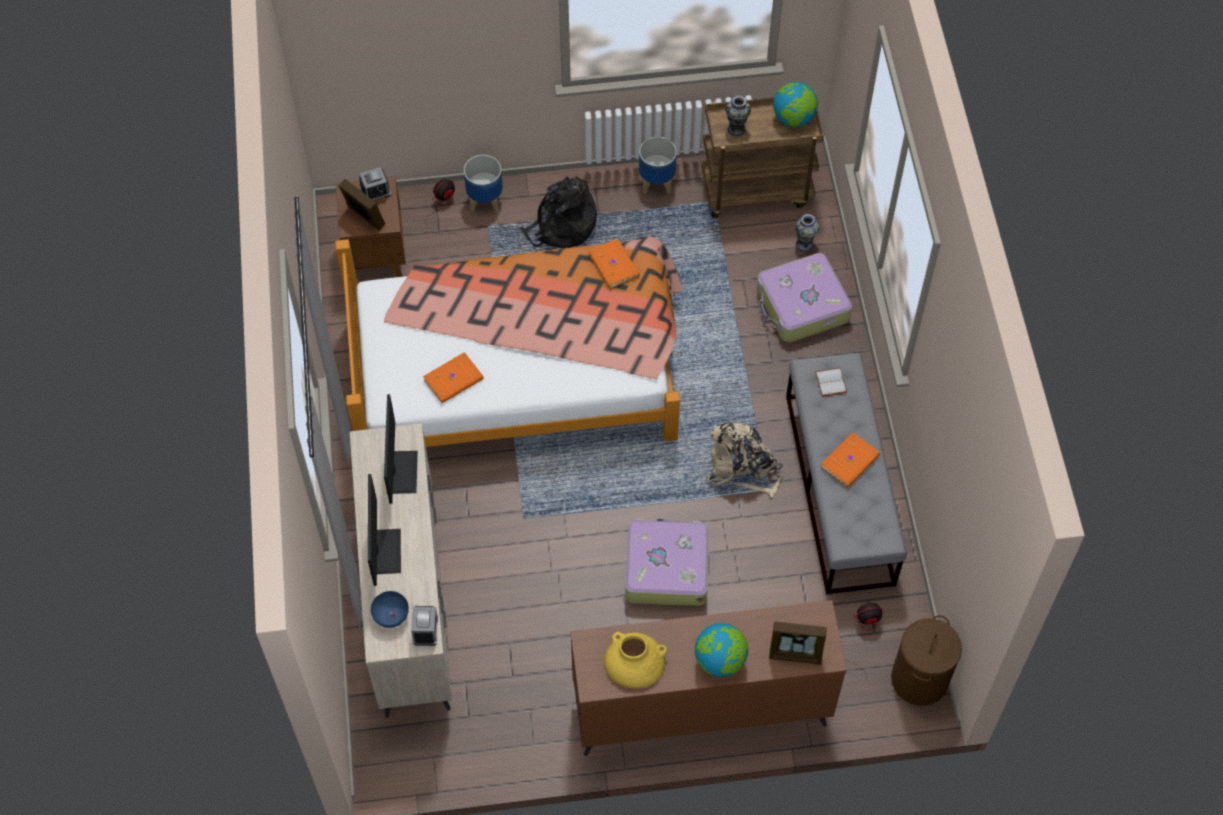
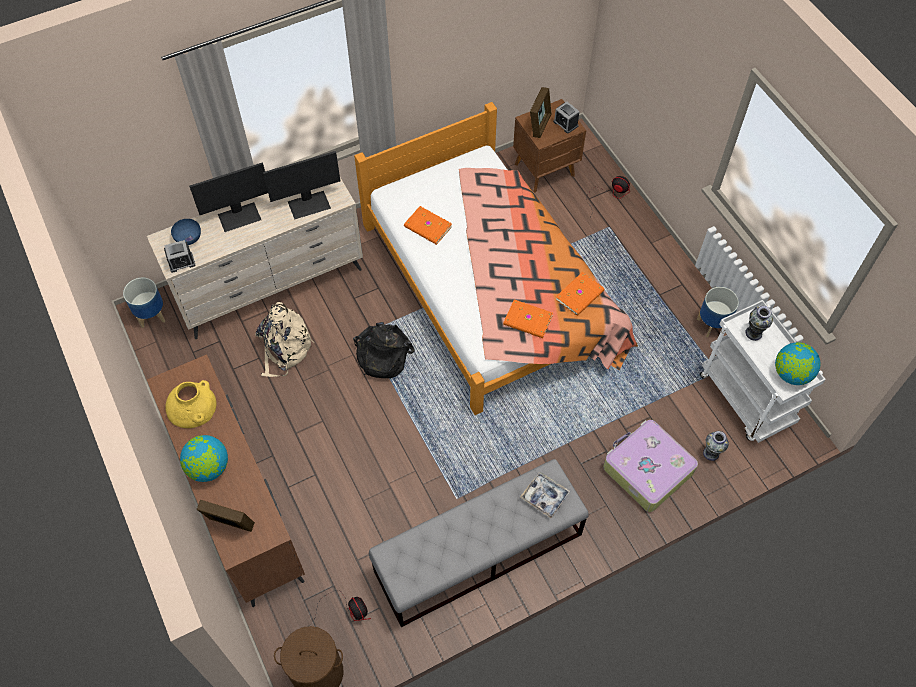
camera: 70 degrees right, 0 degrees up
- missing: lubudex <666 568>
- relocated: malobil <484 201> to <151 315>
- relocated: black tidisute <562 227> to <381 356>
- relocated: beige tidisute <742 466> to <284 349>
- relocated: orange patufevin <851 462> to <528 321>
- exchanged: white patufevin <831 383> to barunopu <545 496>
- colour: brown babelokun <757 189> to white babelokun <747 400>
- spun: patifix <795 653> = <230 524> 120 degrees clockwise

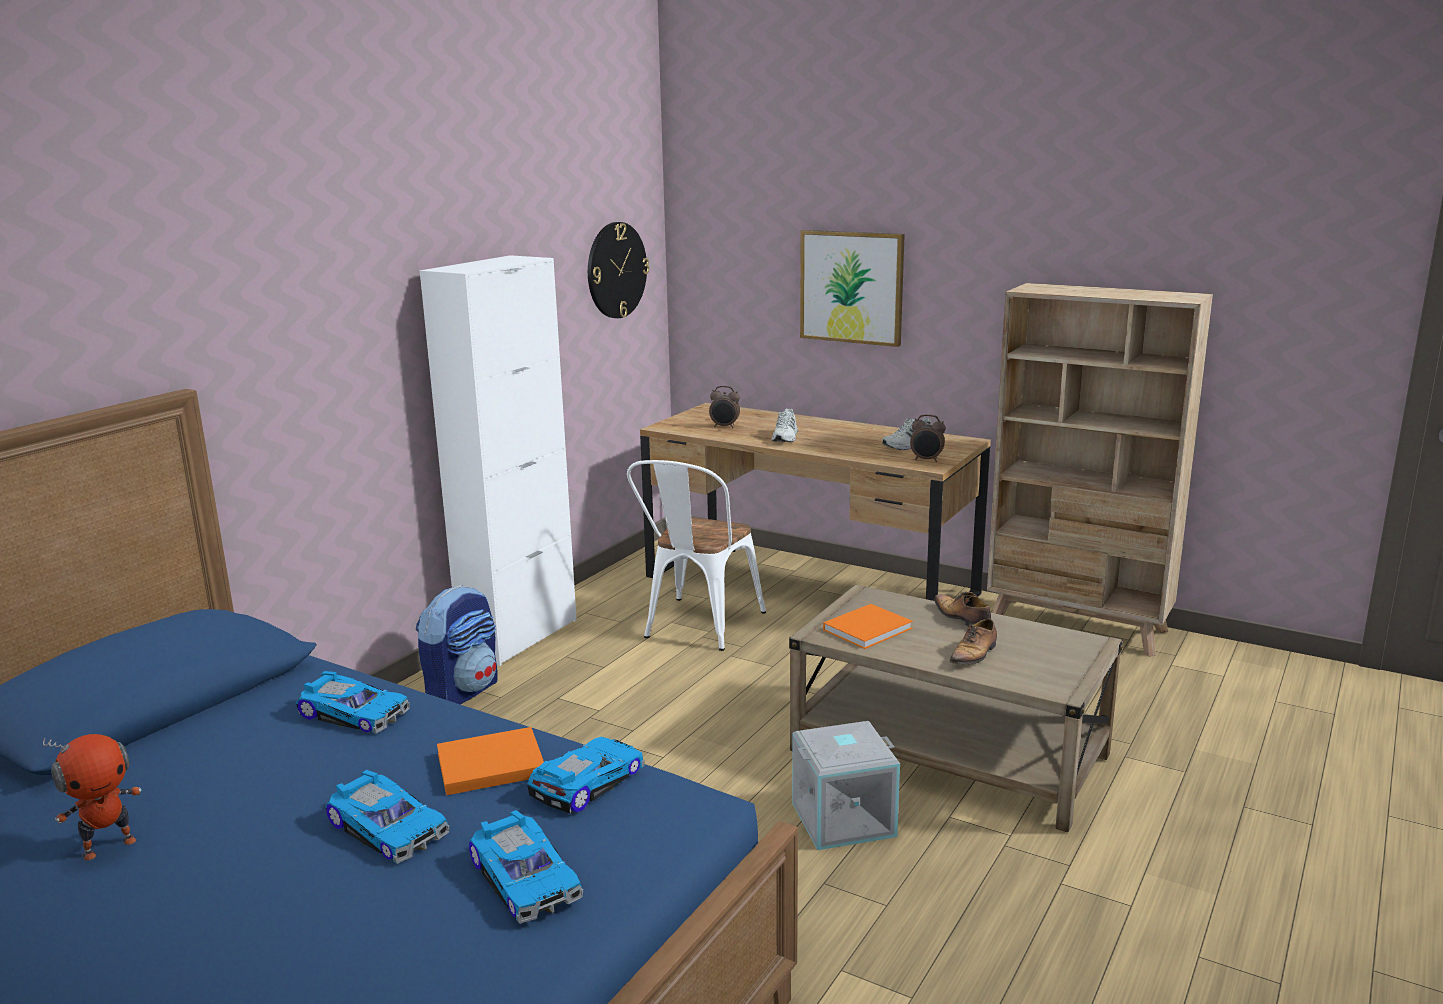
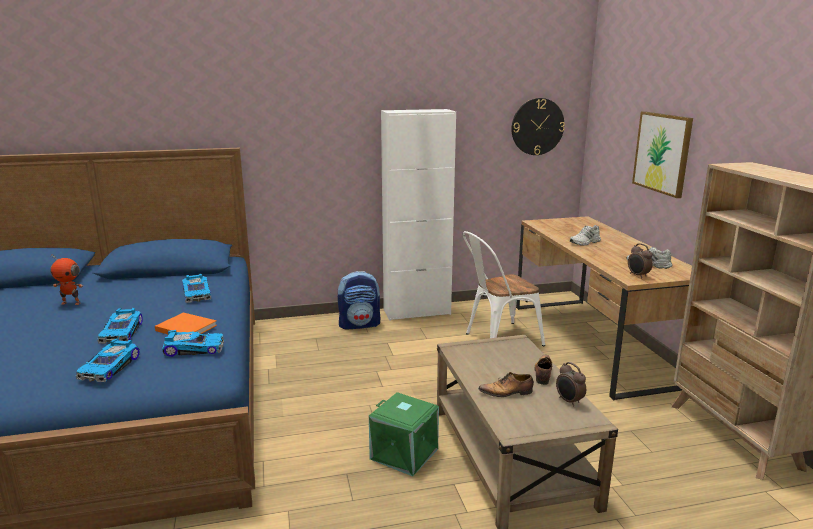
camera: 45 degrees right, 0 degrees up
- missing: orange patufevin <869 628>
- relocated: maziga <724 427> to <569 401>
- colour: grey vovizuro <843 818> to green vovizuro <405 453>

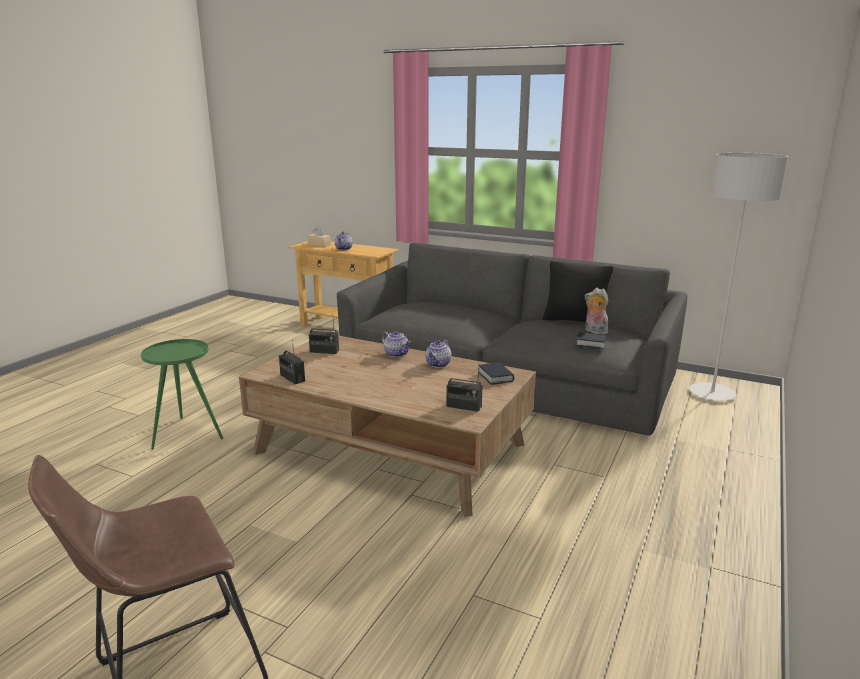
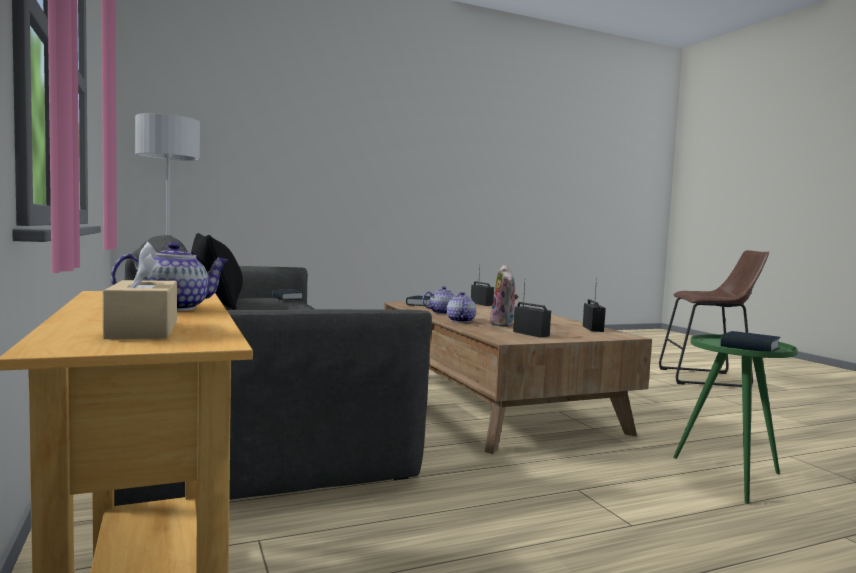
camera: 140 degrees left, 15 degrees down
- appeared: patufevin <749 348>
- relocated: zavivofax <594 331> to <504 324>

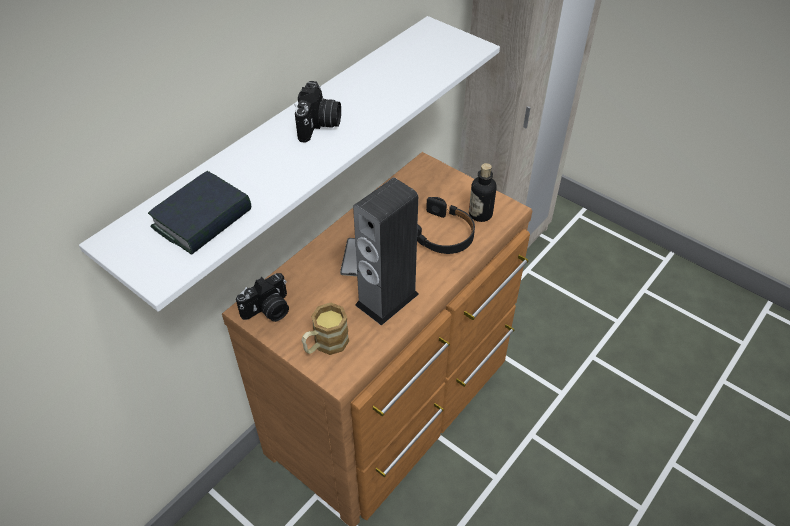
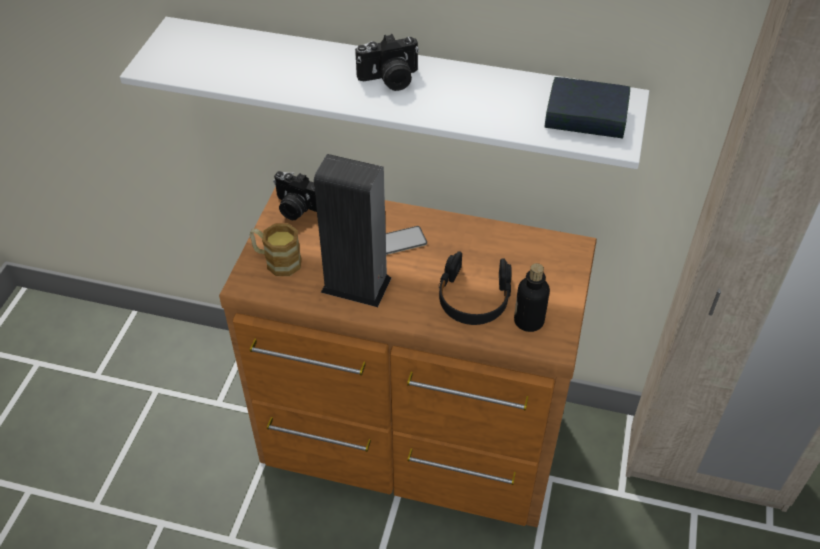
camera: 65 degrees right, 0 degrees up
- relocated: patufevin <203 219> to <586 116>

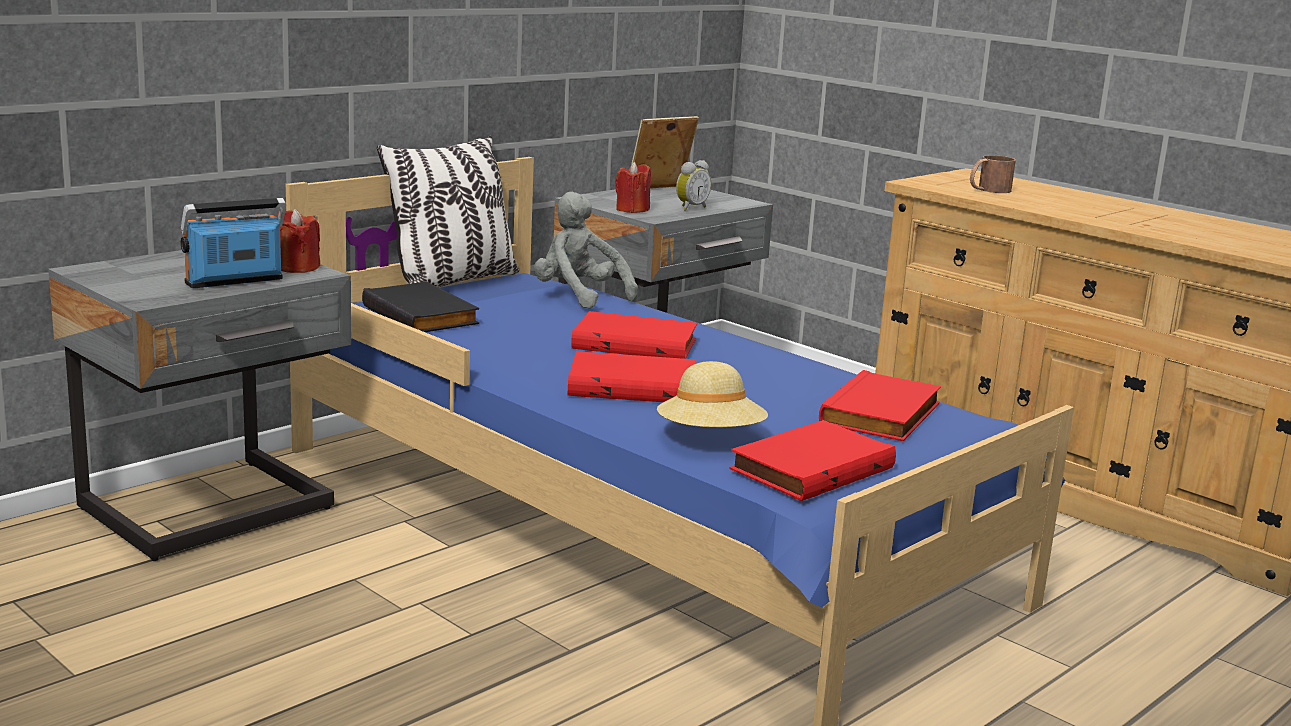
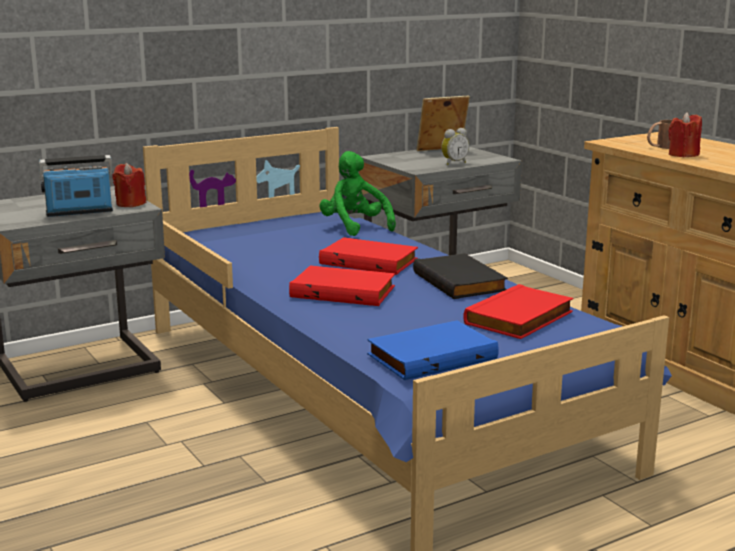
camera: 15 degrees right, 0 degrees up
- missing: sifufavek <452 283>
- missing: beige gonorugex <710 438>
- relocated: black patufevin <423 315> to <461 281>
- relocated: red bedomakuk <632 210> to <683 155>
- colour: grey zavivofax <578 296> to green zavivofax <354 227>
- colour: red patufevin <810 467> to blue patufevin <431 356>

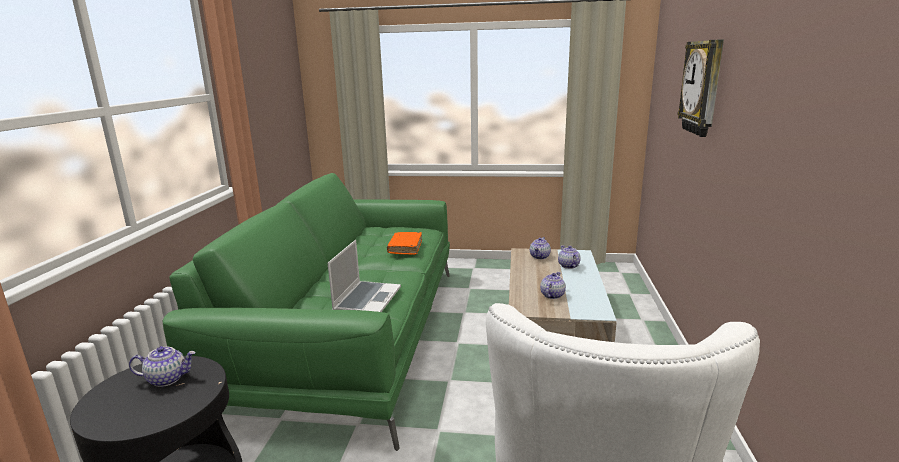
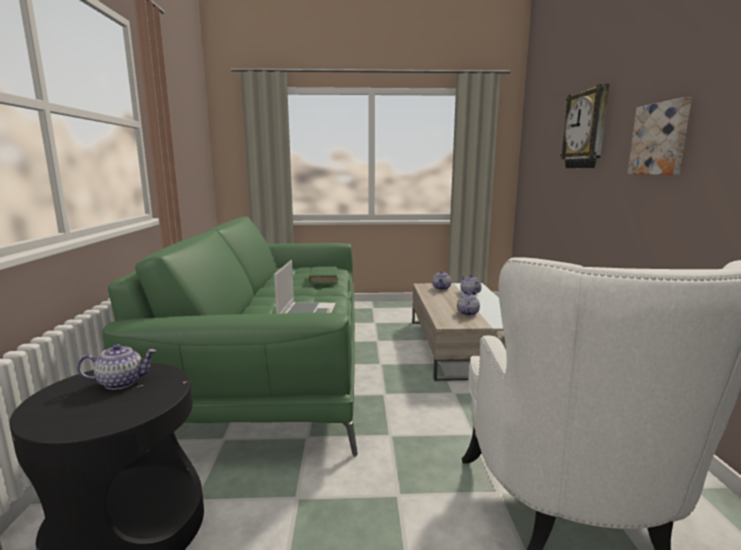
camera: 10 degrees left, 5 degrees down
- appeared: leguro <660 139>
- colour: orange patufevin <405 248> to green patufevin <323 280>

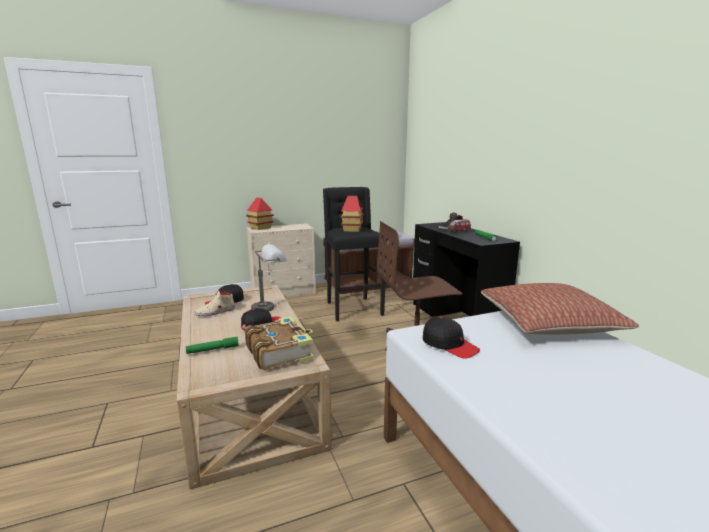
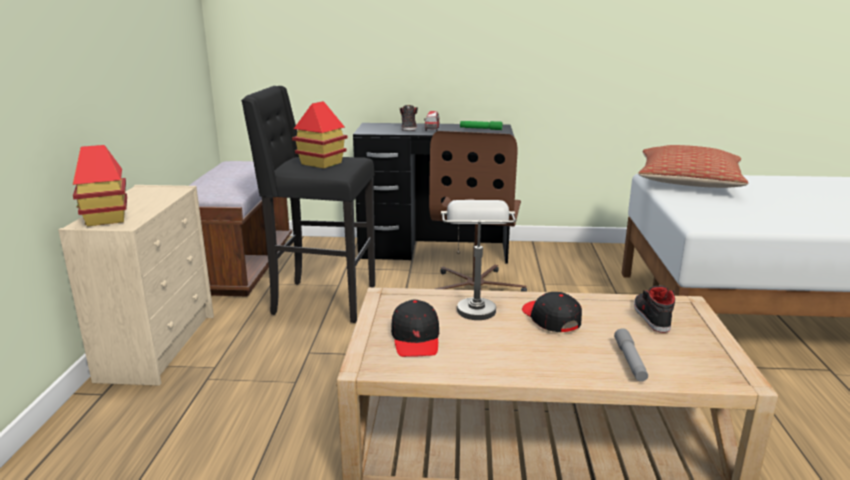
camera: 65 degrees left, 5 degrees up
- missing: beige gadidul <215 312>
- missing: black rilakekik <449 345>
- exchanged: patufevin <279 352> to black gadidul <650 316>
- colour: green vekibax <213 350> to grey vekibax <630 361>

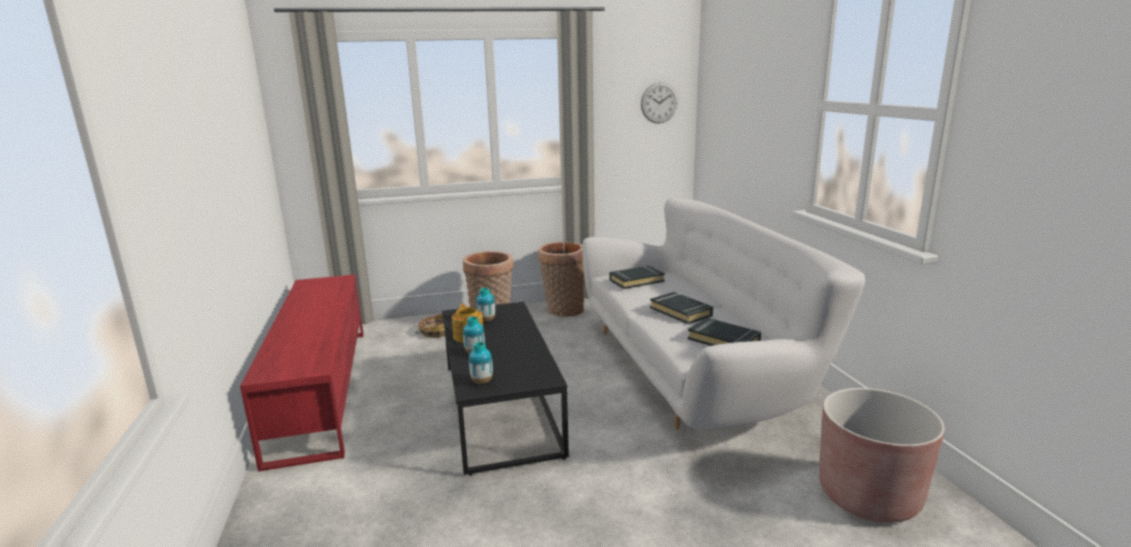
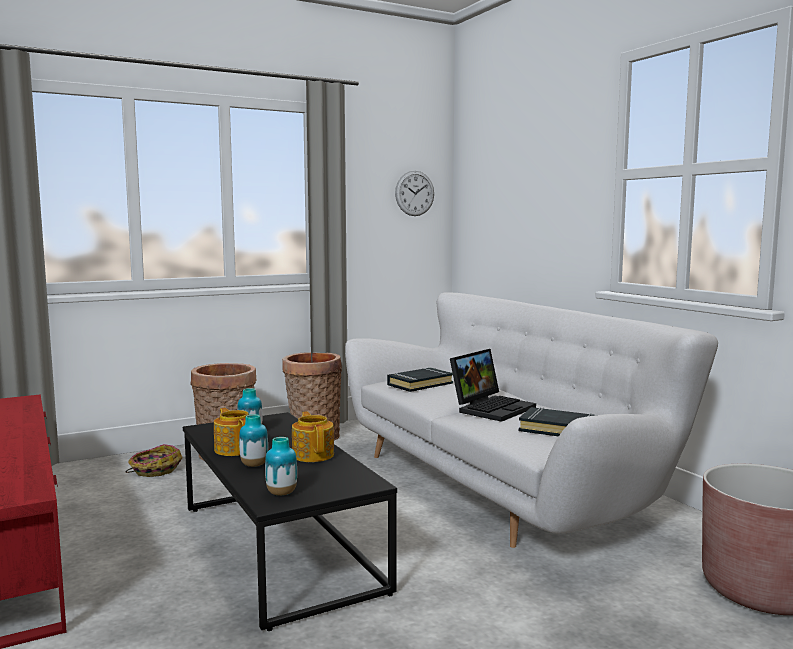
camera: 15 degrees left, 10 degrees down
- appeared: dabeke <313 455>
- exchanged: black patufevin <681 312> to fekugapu <492 408>

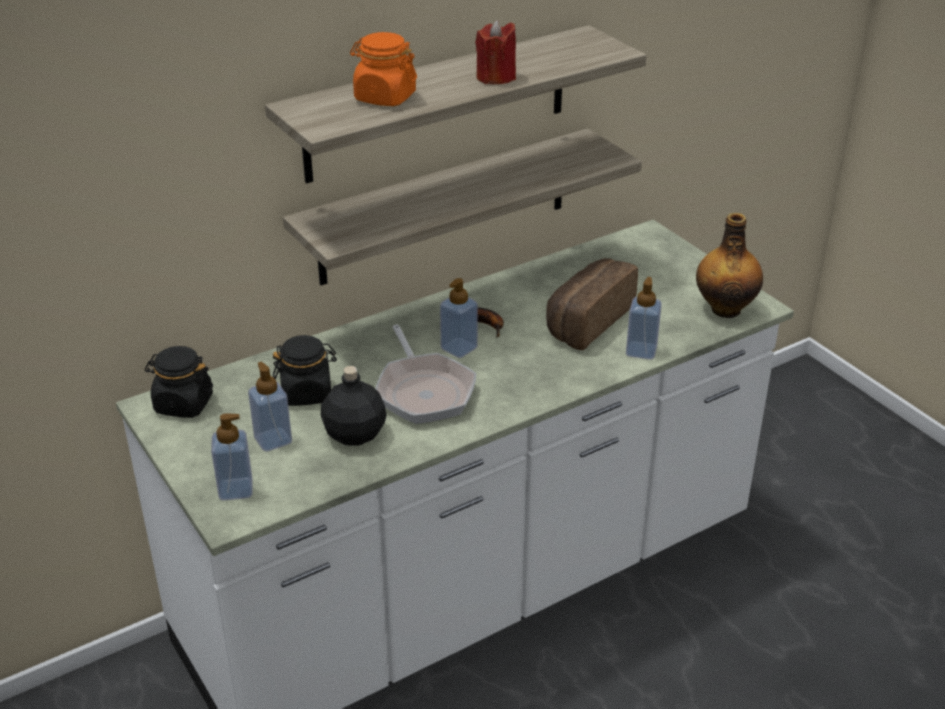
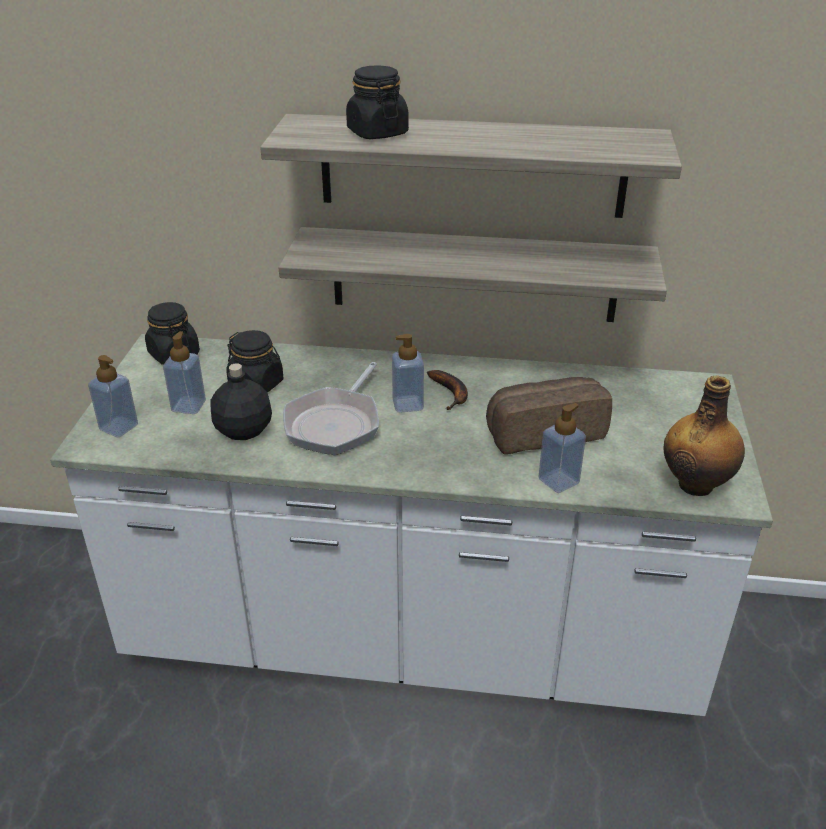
camera: 40 degrees right, 0 degrees up
- missing: red bedomakuk <496 77>
- colour: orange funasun <384 97> to black funasun <377 133>

